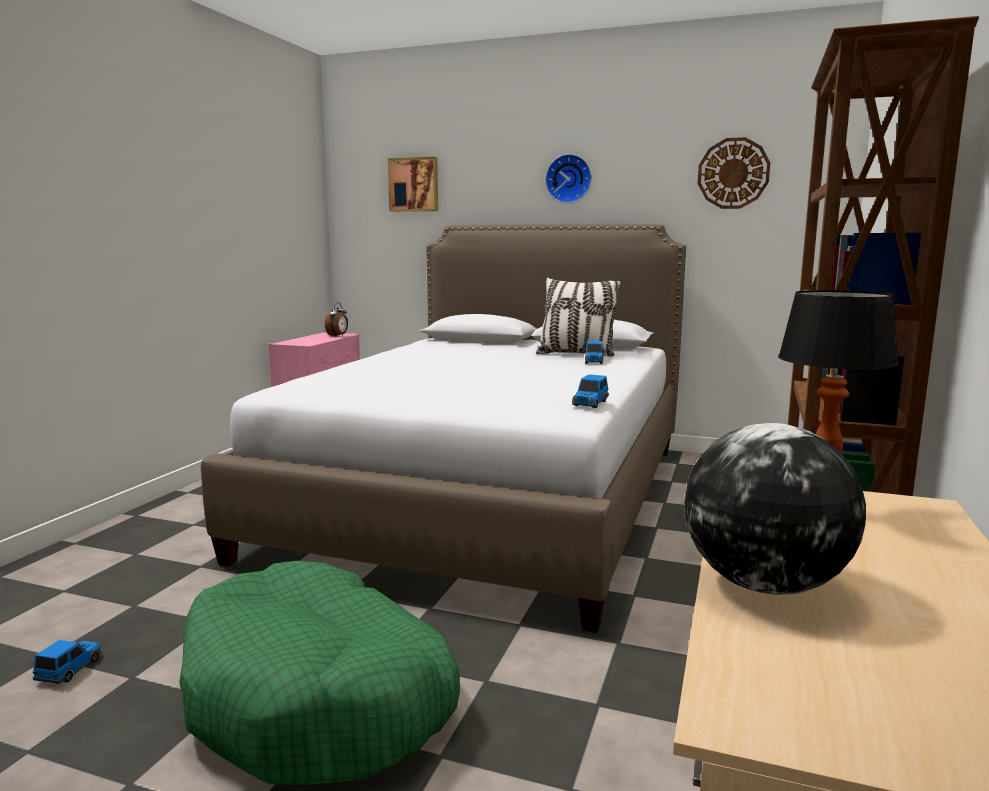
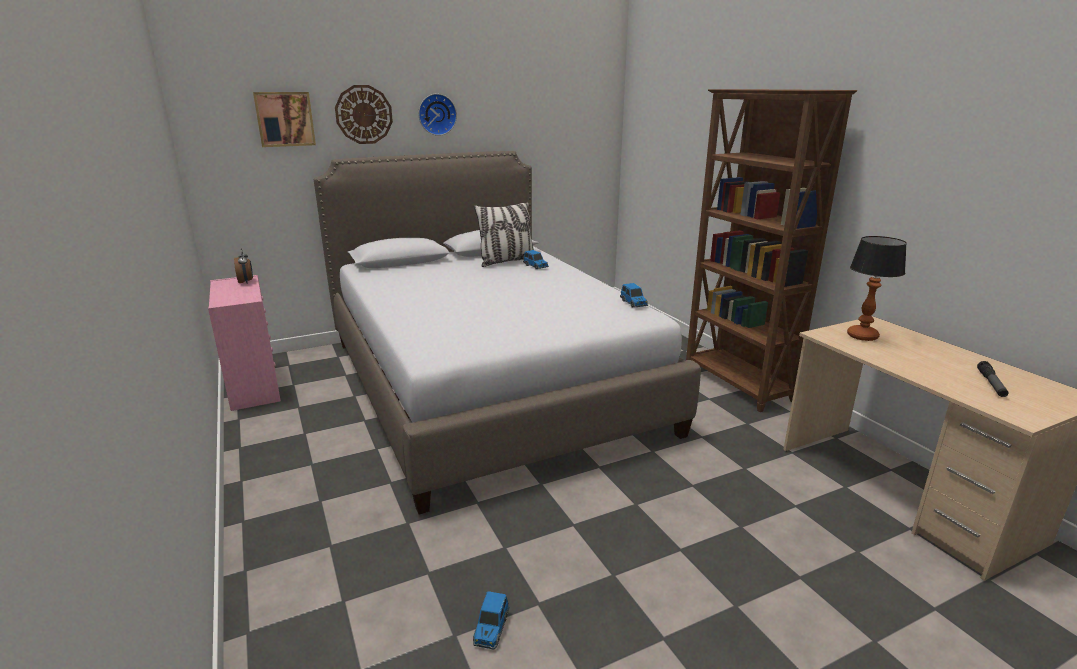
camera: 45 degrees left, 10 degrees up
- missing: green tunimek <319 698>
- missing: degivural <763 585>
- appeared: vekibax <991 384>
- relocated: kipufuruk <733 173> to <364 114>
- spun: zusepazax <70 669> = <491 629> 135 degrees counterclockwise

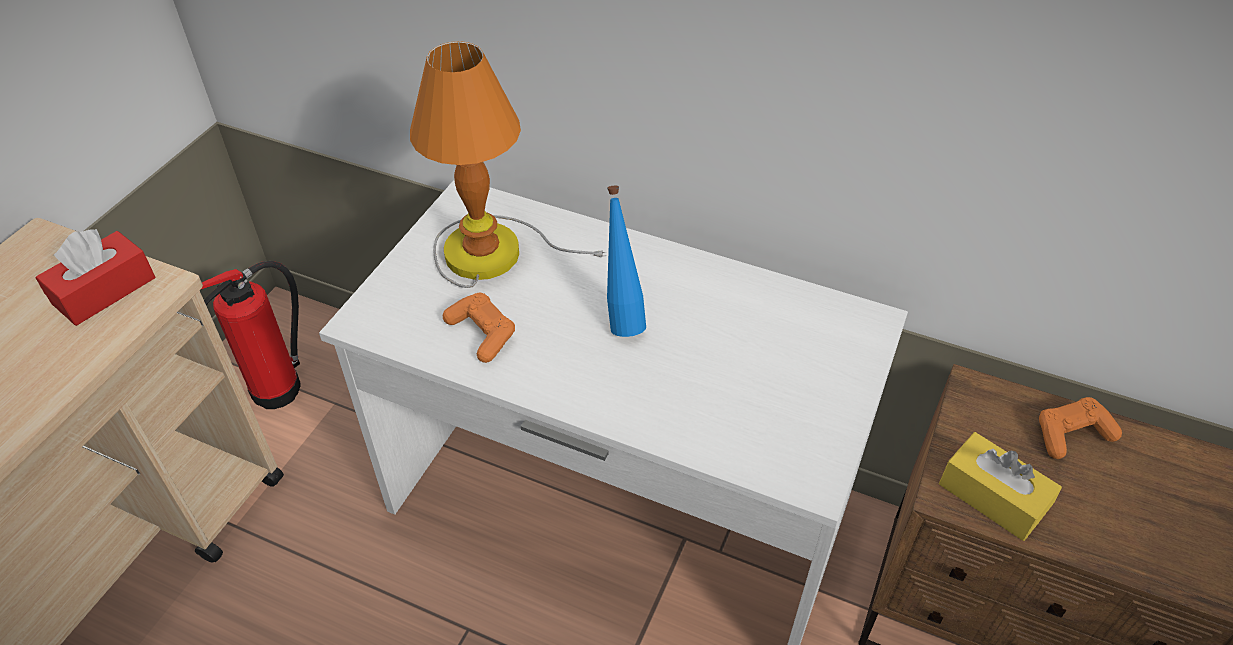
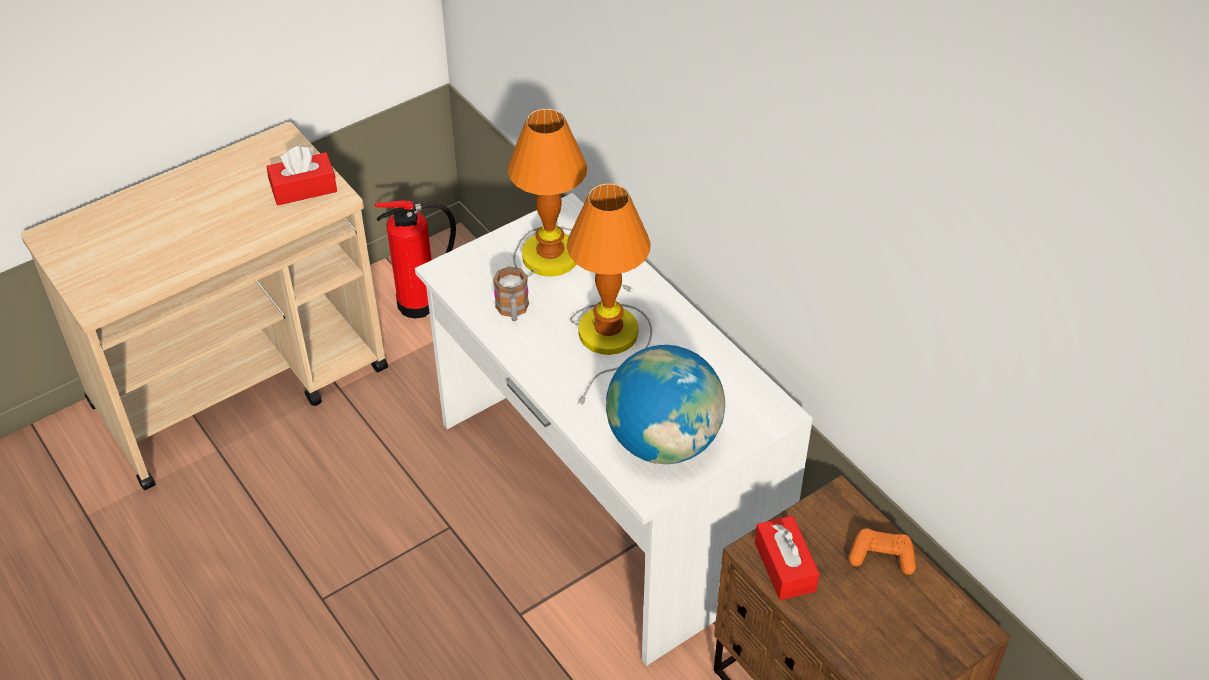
camera: 30 degrees right, 0 degrees up
- appeared: degivural <664 441>
- exchanged: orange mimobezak <482 333> to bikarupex <512 310>
- exchanged: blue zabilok <622 317> to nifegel <610 338>
- colour: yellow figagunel <992 497> to red figagunel <784 566>

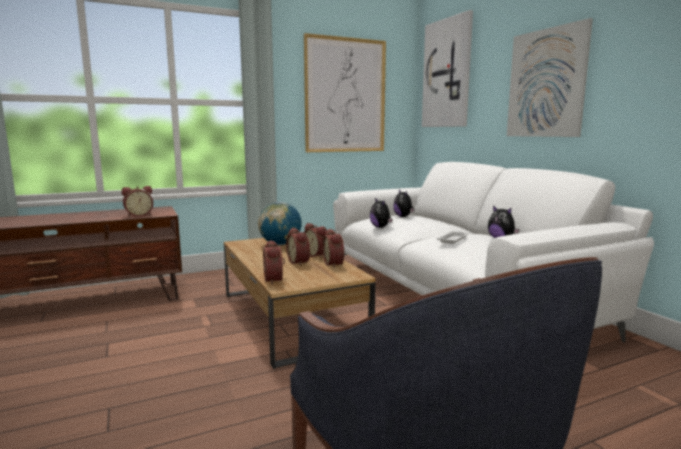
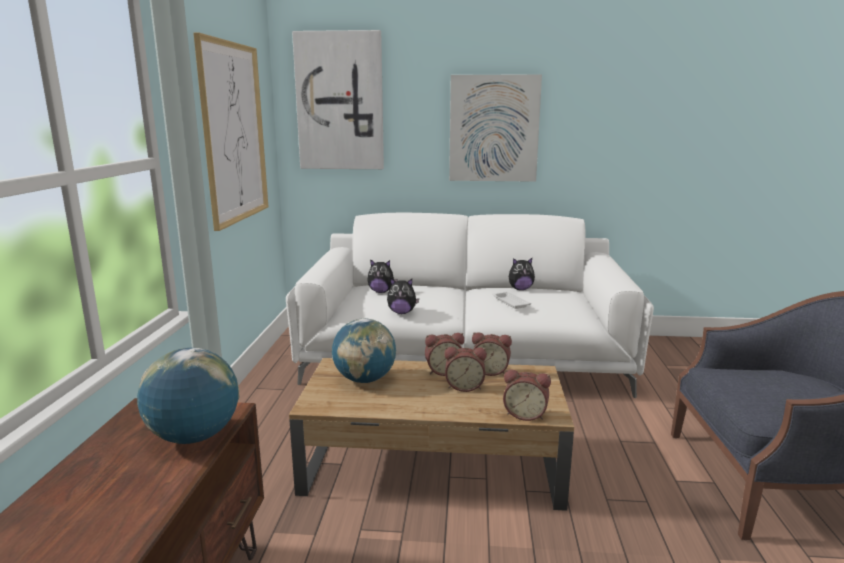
camera: 60 degrees left, 5 degrees up
- exchanged: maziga <139 215> to degivural <194 437>

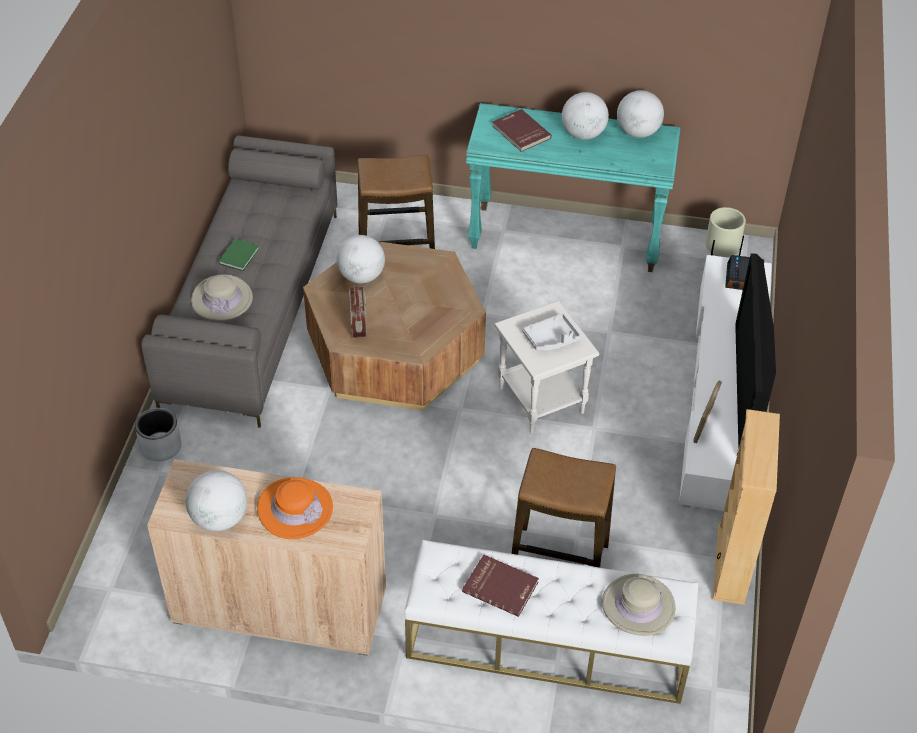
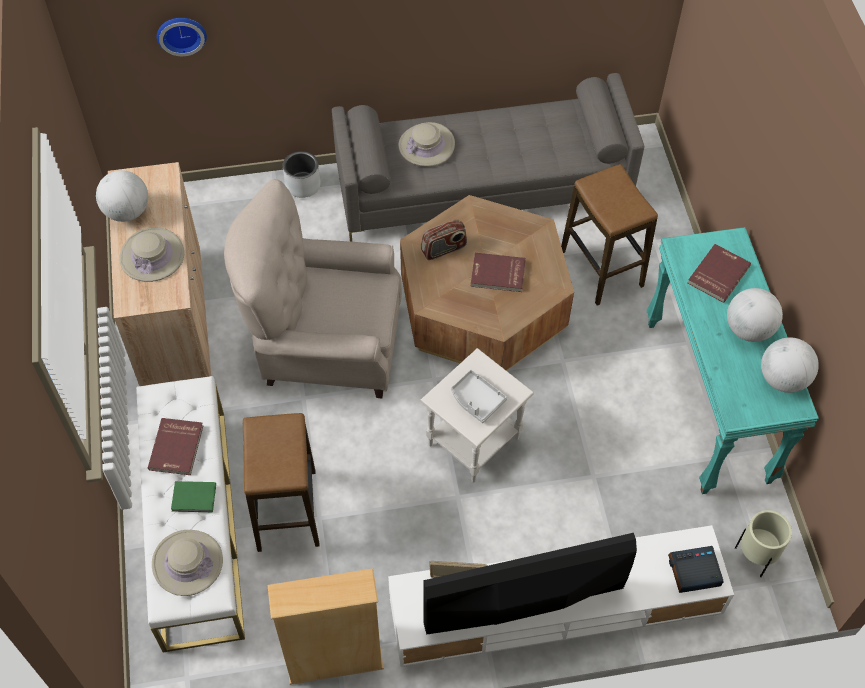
camera: 70 degrees right, 10 degrees up
- missing: degivural <361 276>
- appeared: kipufuruk <181 33>
- appeared: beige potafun <324 347>
- appeared: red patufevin <497 274>
- relocated: green patufevin <240 255> to <195 498>
- colour: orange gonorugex <295 508> to beige gonorugex <152 256>

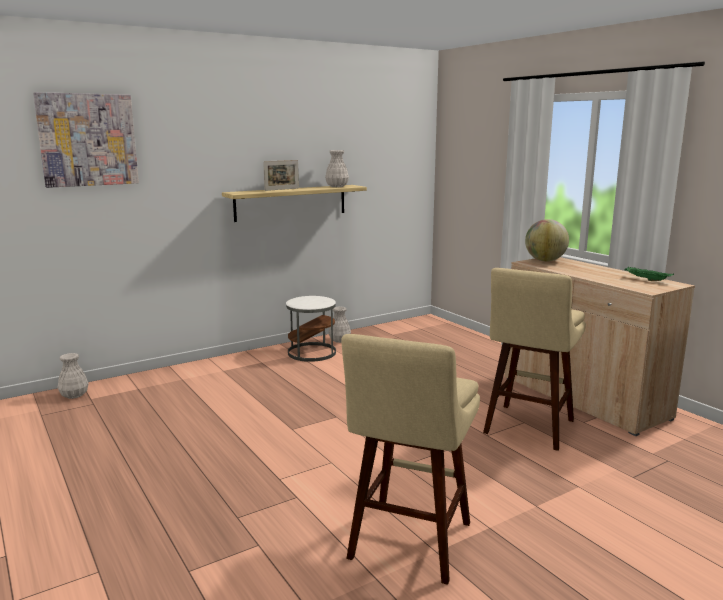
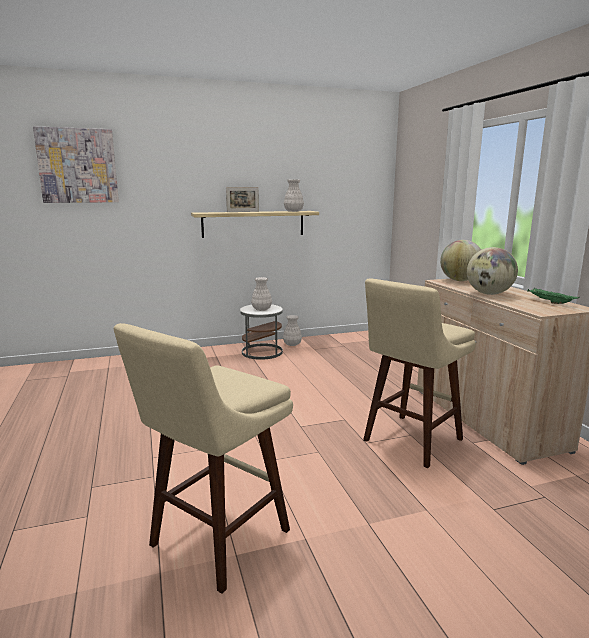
camera: 15 degrees right, 0 degrees up
- appeared: degivural <489 294>
- relocated: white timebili <74 395> to <261 309>

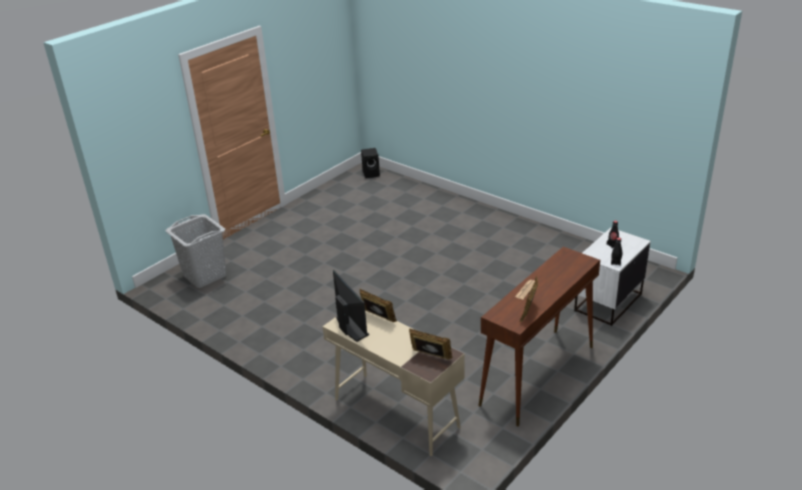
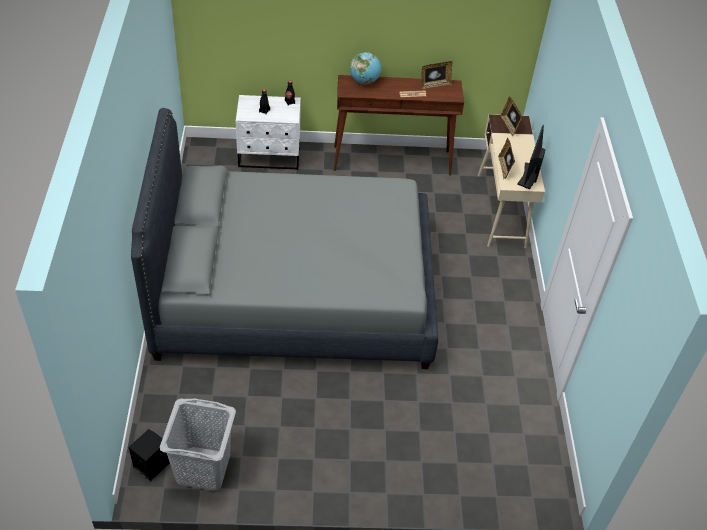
camera: 135 degrees left, 15 degrees up
- appeared: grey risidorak <294 291>
- appeared: degivural <364 81>
- relocated: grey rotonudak <205 275> to <203 469>

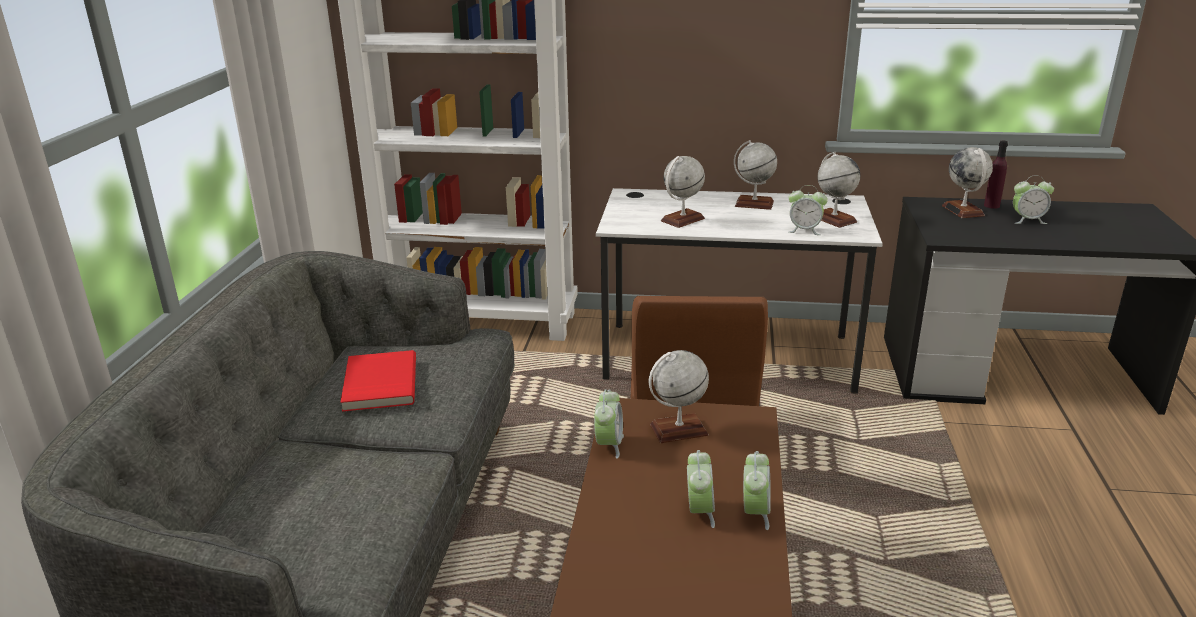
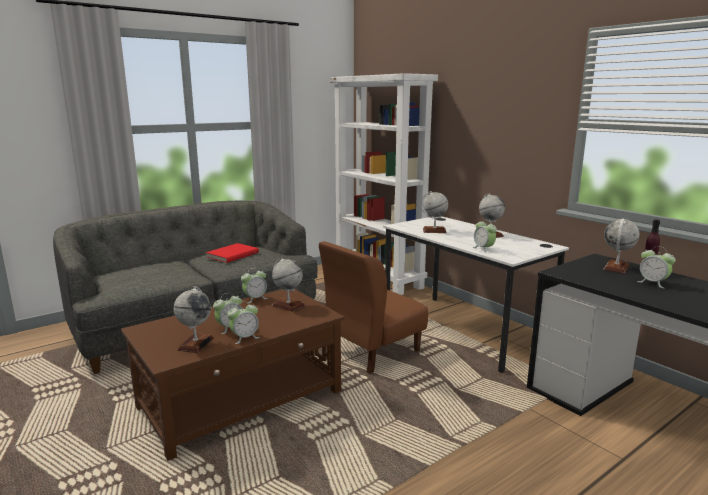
camera: 45 degrees right, 10 degrees down
- relocated: degivural <833 219> to <196 344>

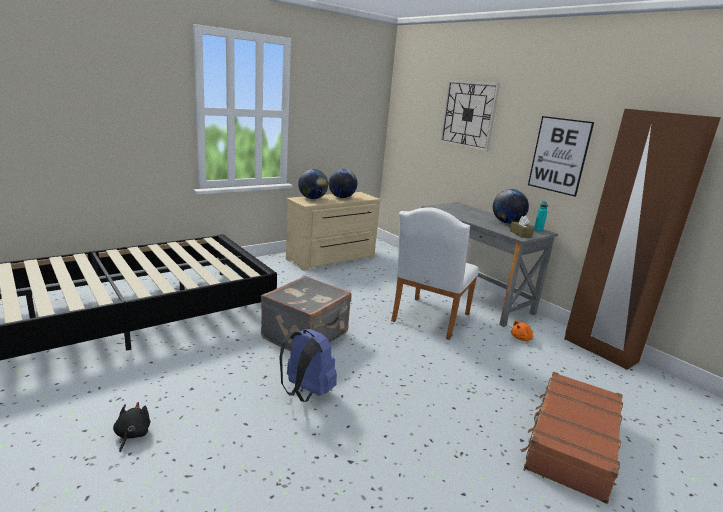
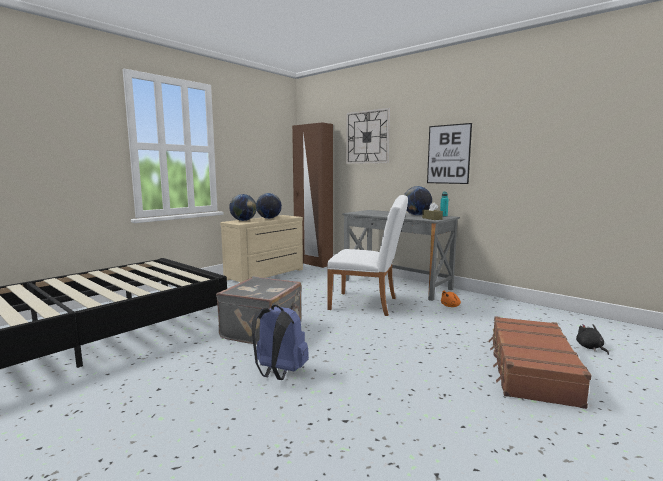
camera: 10 degrees left, 10 degrees down
- relocated: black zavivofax <131 435> to <590 347>
- relocated: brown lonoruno <599 350> to <313 263>
- spun: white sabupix <428 319> = <368 304> 90 degrees counterclockwise

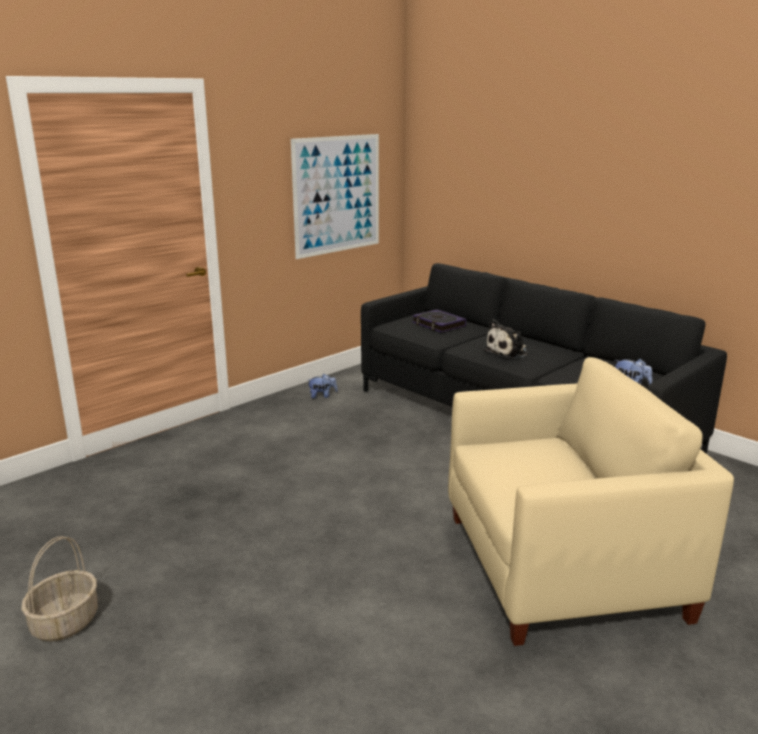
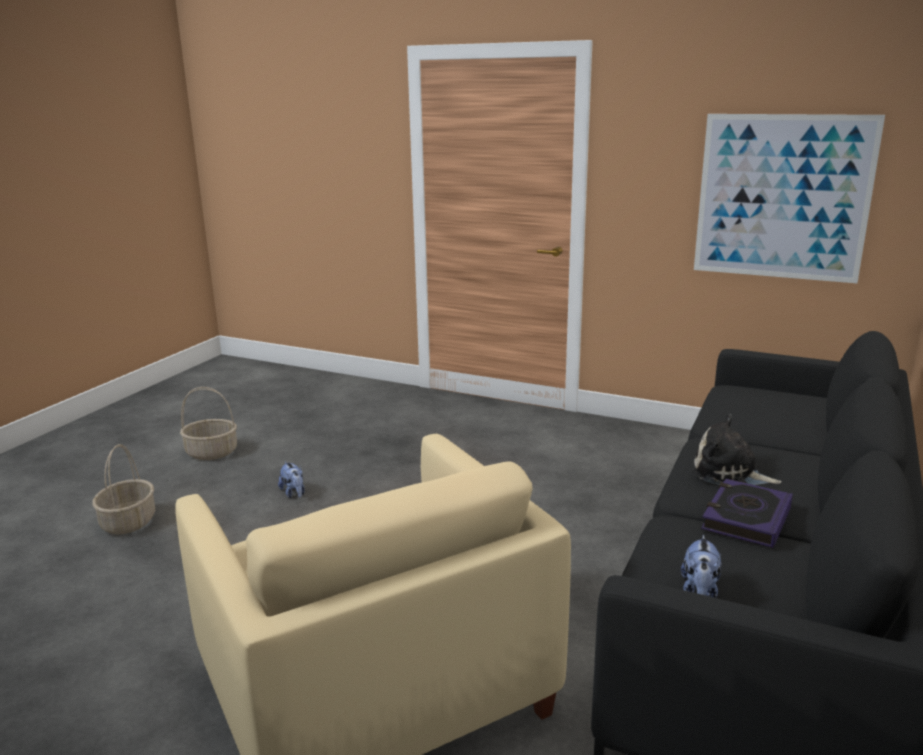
camera: 70 degrees right, 0 degrees up
- appeared: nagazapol <129 522>
- relocated: zavivofax <322 396> to <294 493>
- relocated: patufevin <438 325> to <746 519>

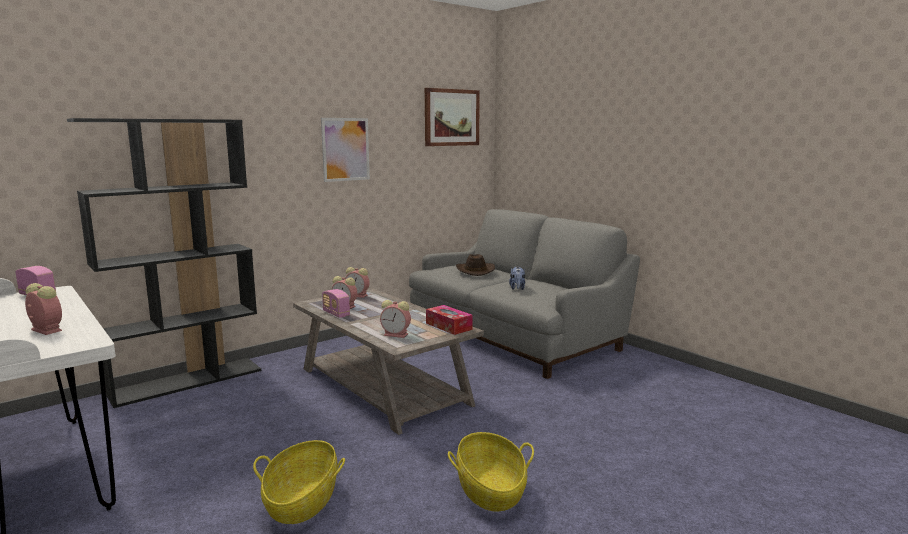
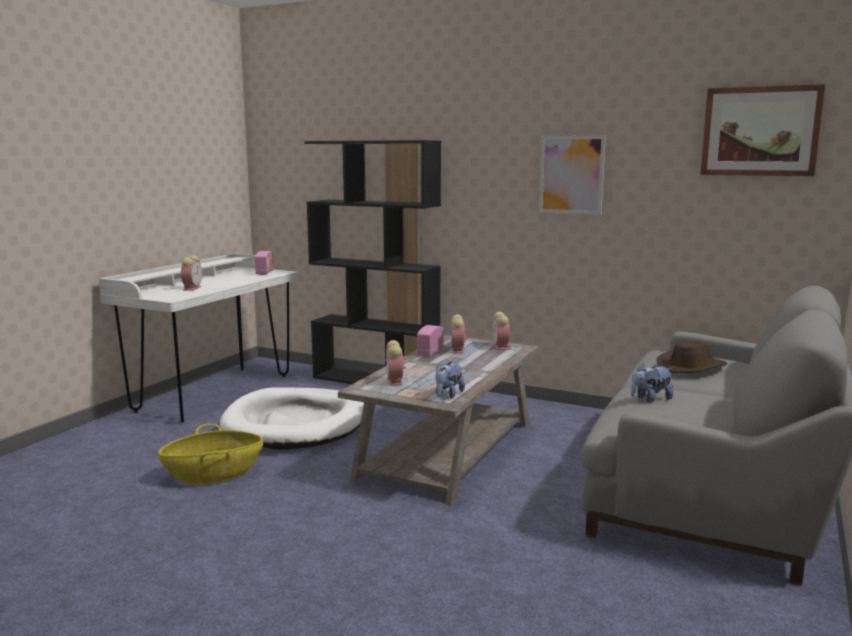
camera: 65 degrees right, 0 degrees up
- missing: nagazapol <490 490>
- appeared: white tunimek <296 424>
- exchanged: figagunel <448 326> to zavivofax <447 395>

